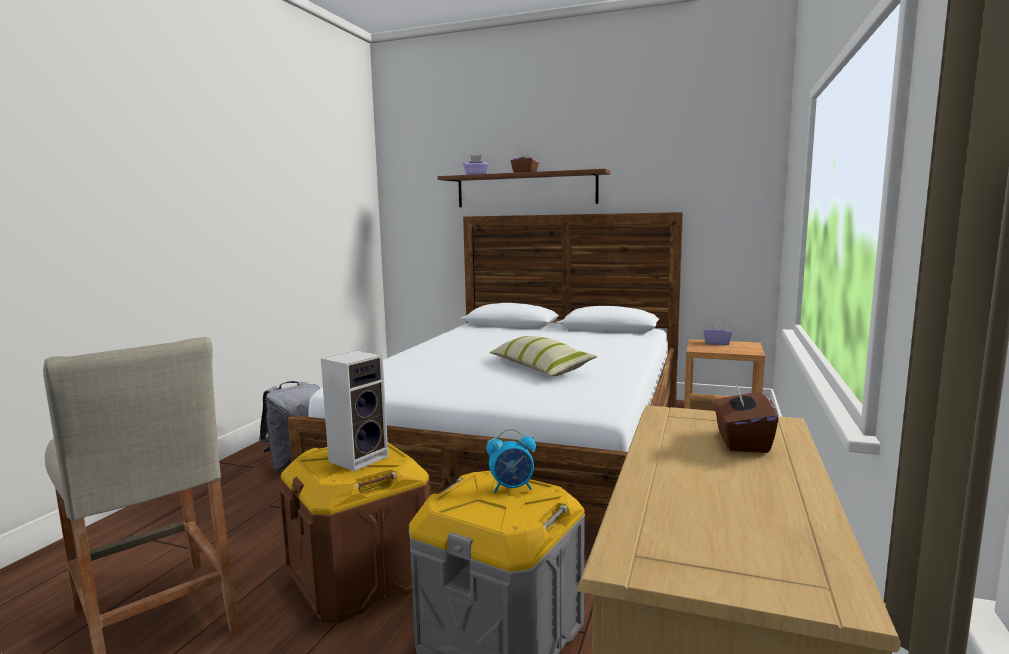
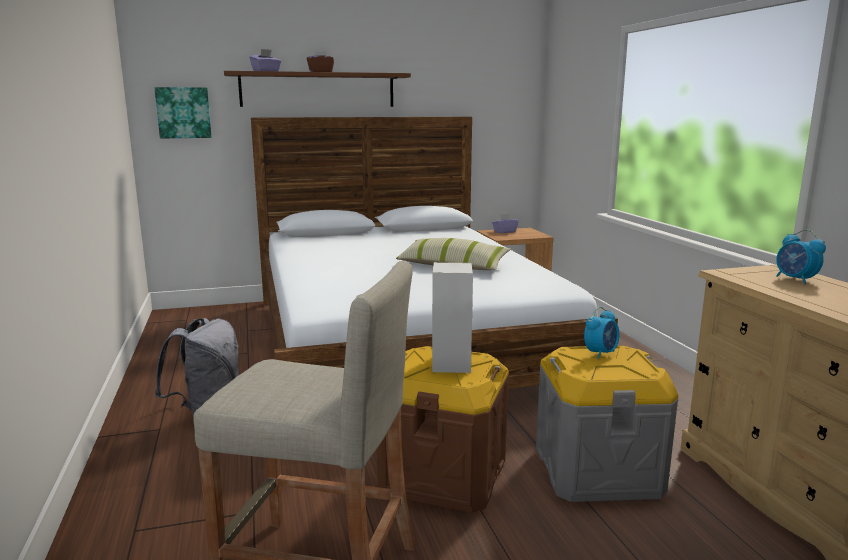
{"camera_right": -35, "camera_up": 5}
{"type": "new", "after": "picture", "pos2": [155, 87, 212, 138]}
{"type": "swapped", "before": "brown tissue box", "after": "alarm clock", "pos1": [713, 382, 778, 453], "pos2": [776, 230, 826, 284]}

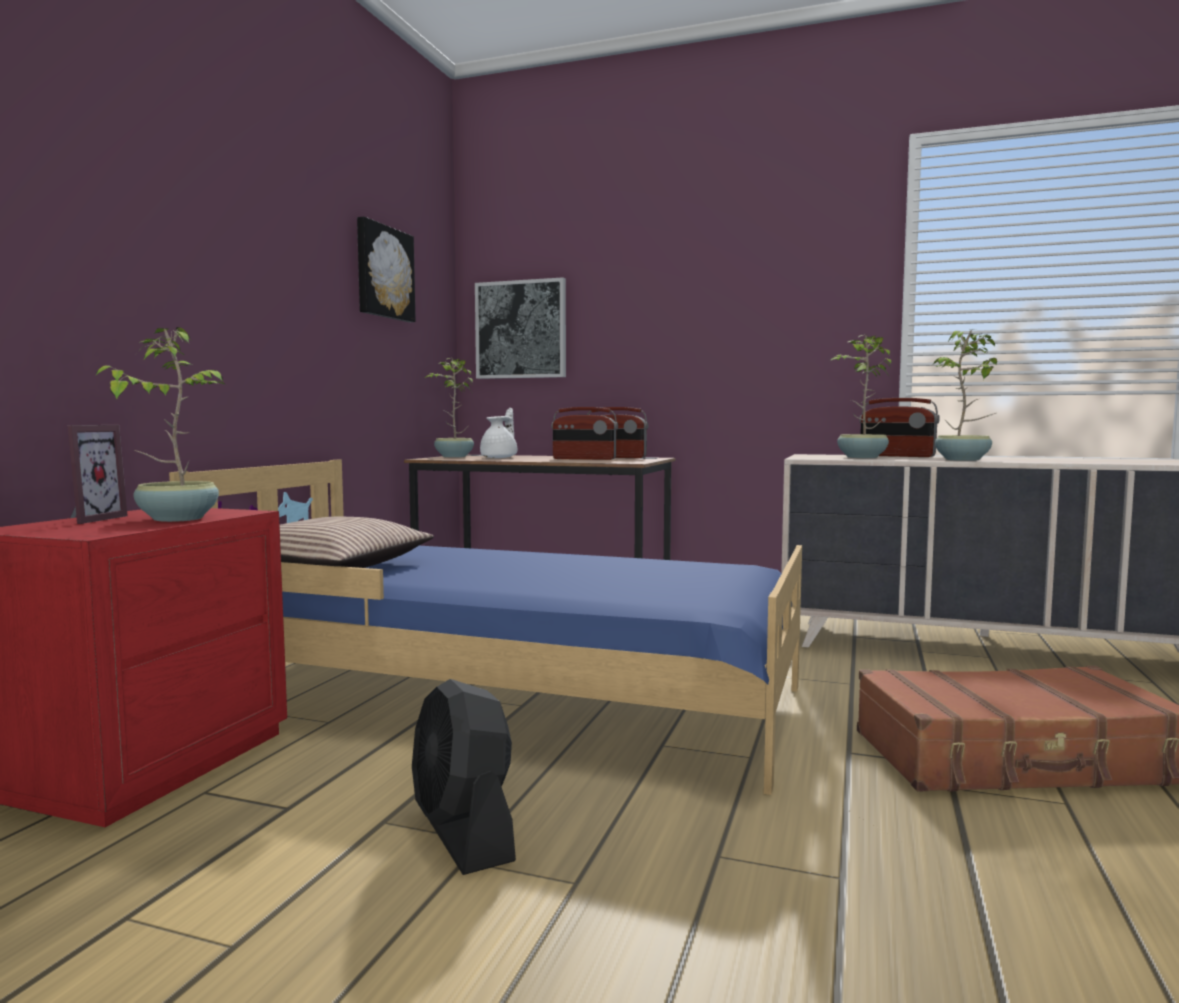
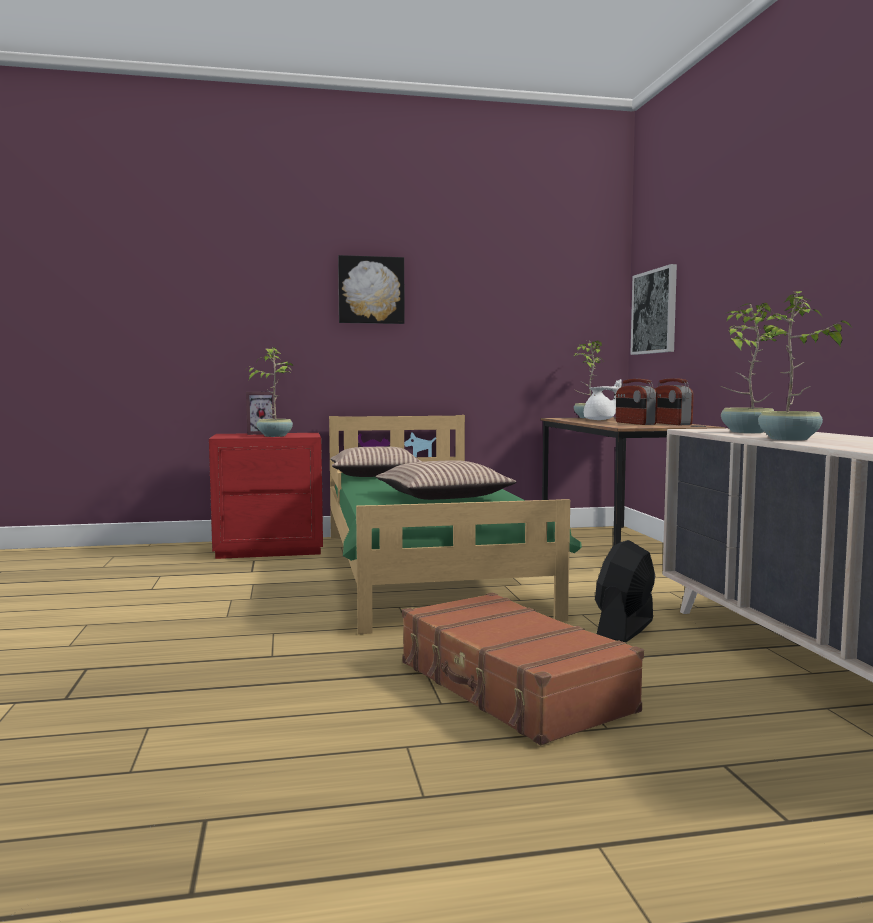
{"camera_right": 60, "camera_up": 0}
{"type": "gone", "before": "radio", "pos1": [859, 398, 940, 457]}
{"type": "new", "after": "pillow", "pos2": [376, 460, 516, 500]}
{"type": "shifted", "before": "picture", "pos1": [357, 217, 416, 322], "pos2": [338, 255, 405, 324]}
{"type": "shifted", "before": "black fan", "pos1": [412, 679, 516, 875], "pos2": [595, 540, 655, 642]}
{"type": "repainted", "before": "blue bed", "after": "green bed", "pos1": [169, 459, 802, 795], "pos2": [329, 415, 582, 634]}

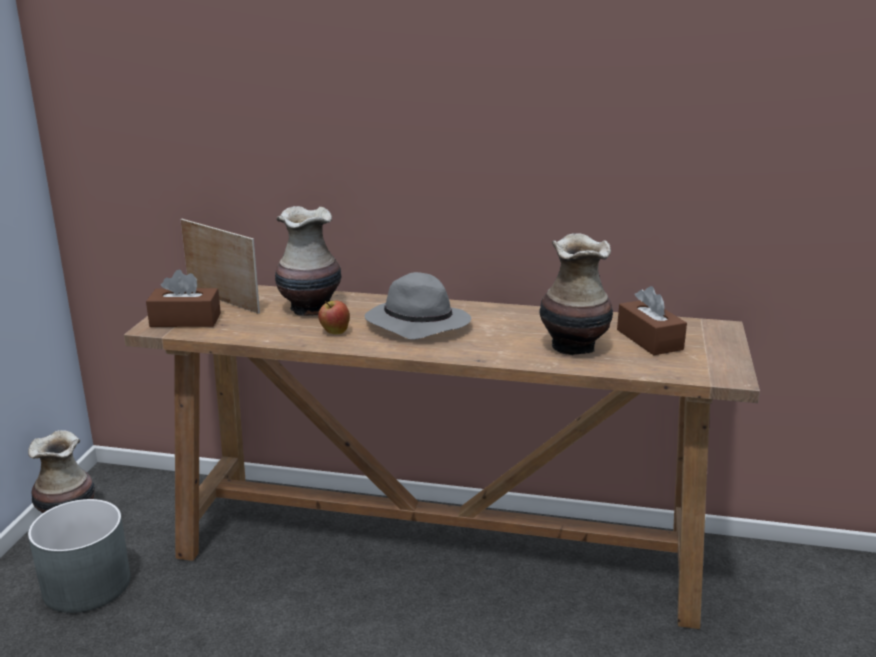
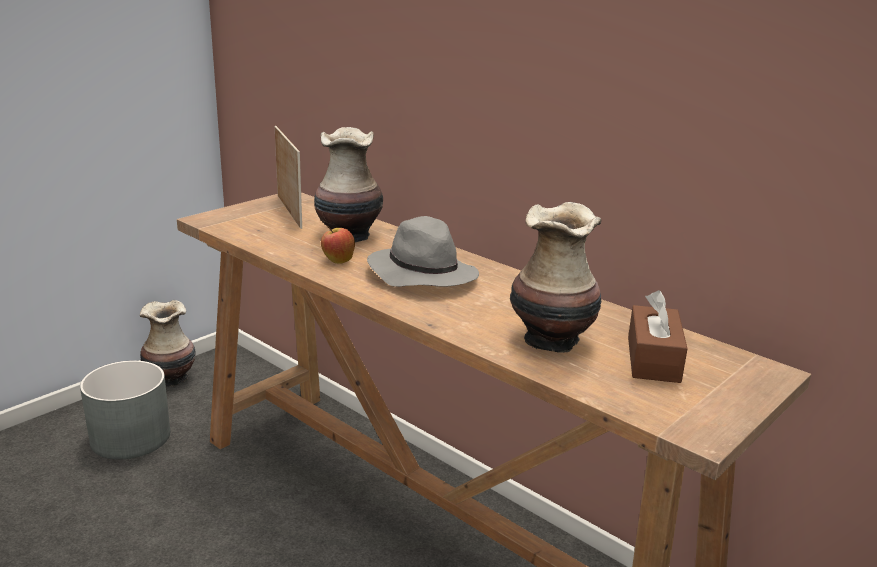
{"camera_right": 30, "camera_up": 0}
{"type": "gone", "before": "brown tissue box", "pos1": [146, 270, 221, 327]}

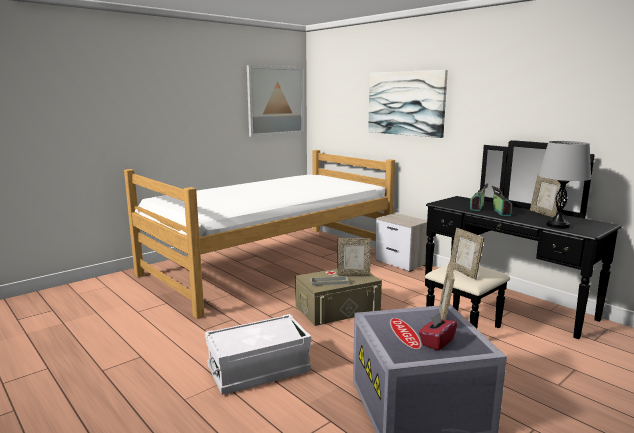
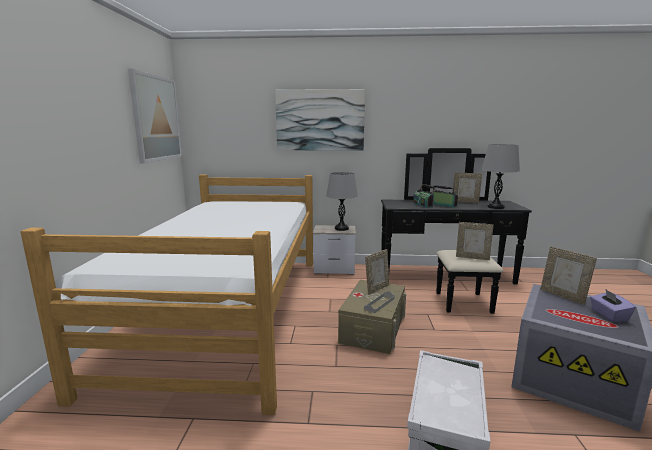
{"camera_right": -45, "camera_up": 0}
{"type": "new", "after": "grey table lamp", "pos2": [326, 172, 358, 231]}
{"type": "repainted", "before": "red tissue box", "after": "purple tissue box", "pos1": [419, 312, 457, 351], "pos2": [590, 289, 636, 322]}

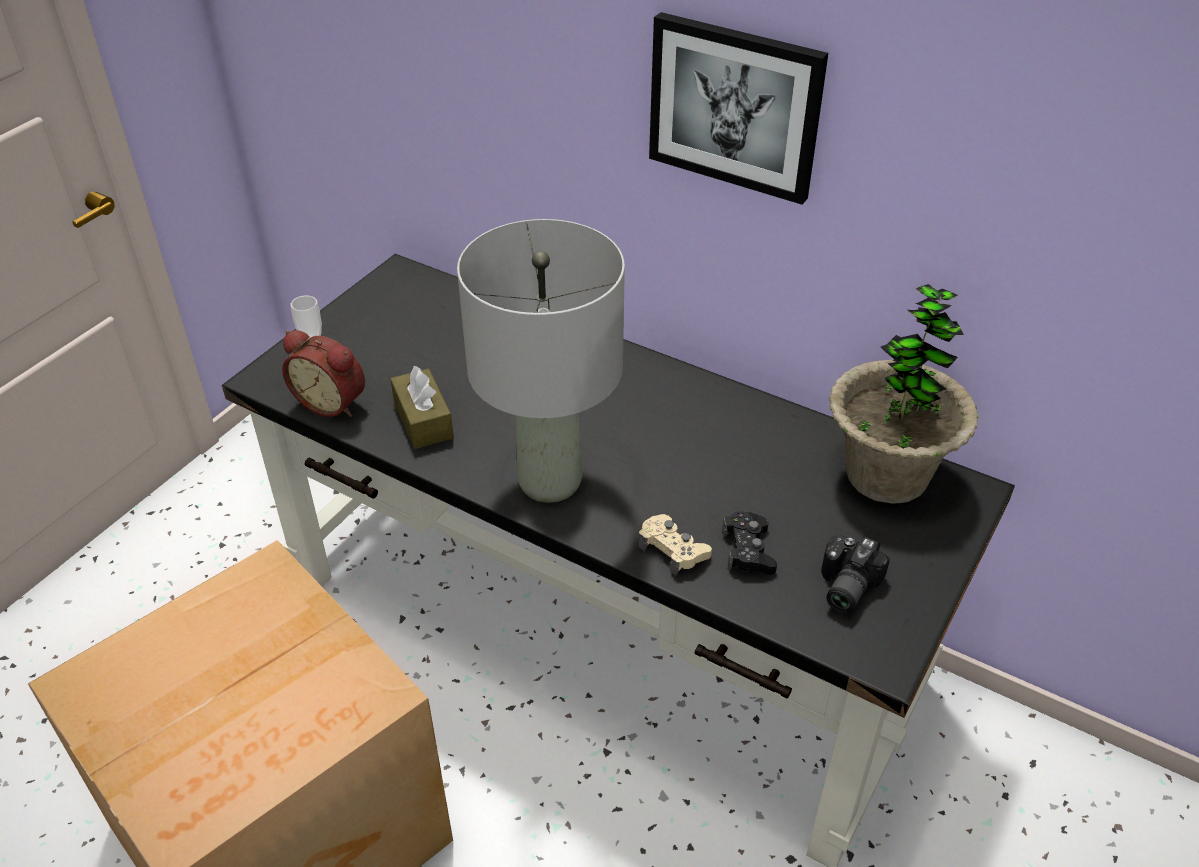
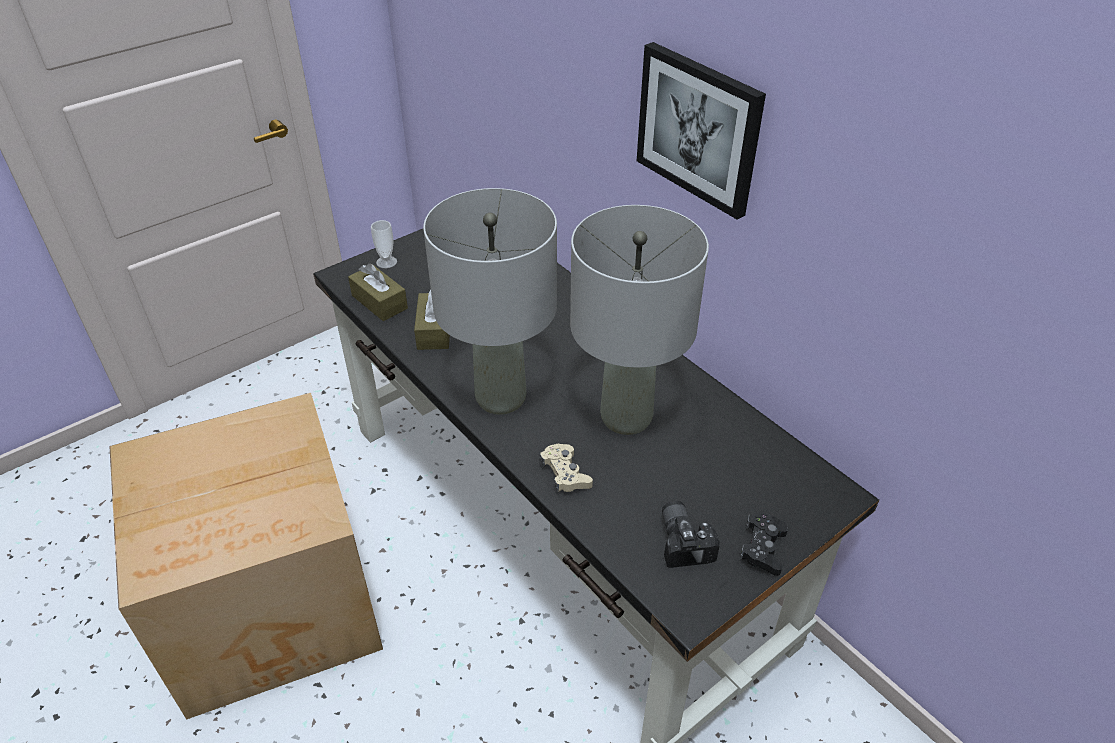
{"camera_right": 20, "camera_up": 0}
{"type": "gone", "before": "potted plant", "pos1": [829, 284, 979, 504]}
{"type": "new", "after": "grey table lamp", "pos2": [570, 205, 709, 435]}
{"type": "shifted", "before": "black game controller", "pos1": [722, 511, 777, 575], "pos2": [739, 513, 788, 576]}
{"type": "swapped", "before": "alarm clock", "after": "brown tissue box", "pos1": [282, 330, 365, 417], "pos2": [348, 263, 408, 321]}
{"type": "rotated", "before": "photo camera", "pos1": [821, 535, 890, 613], "pos2": [662, 501, 720, 568], "turn": 120}

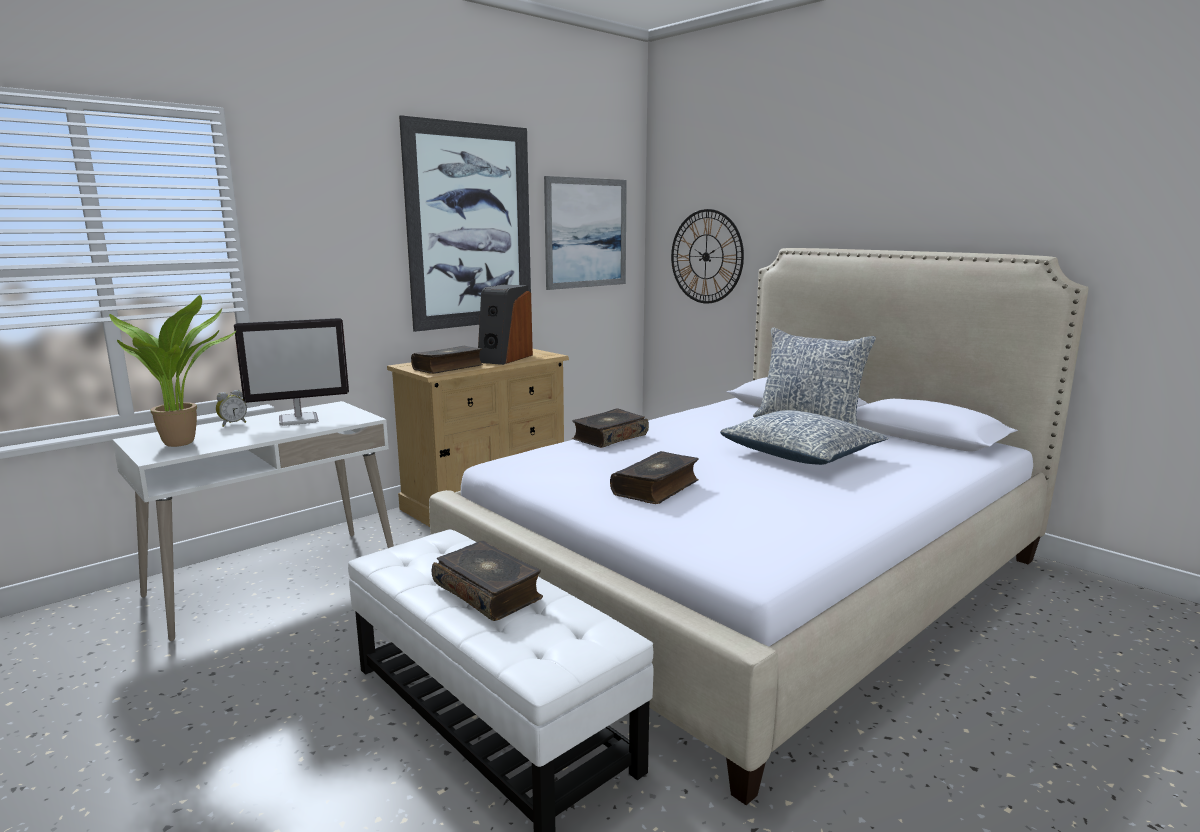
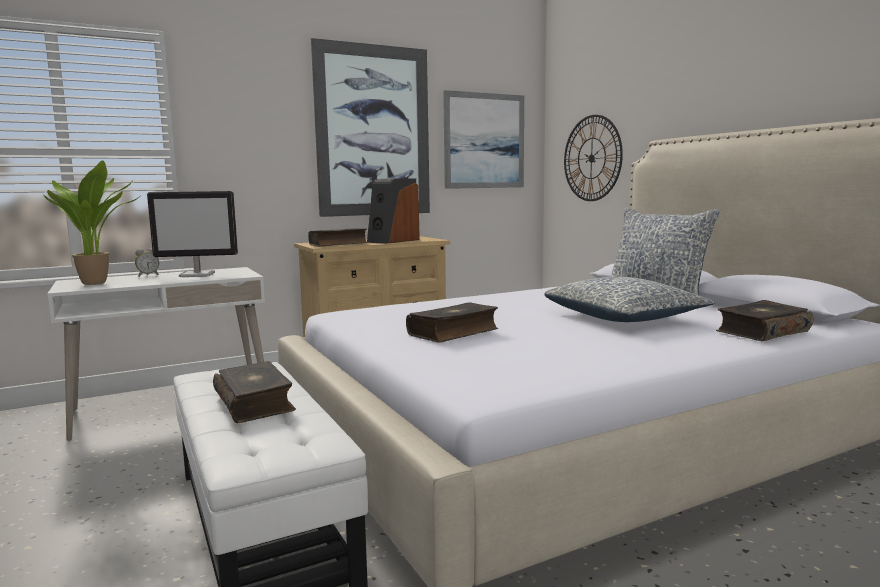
{"camera_right": 15, "camera_up": -5}
{"type": "shifted", "before": "book", "pos1": [572, 408, 649, 448], "pos2": [716, 300, 813, 341]}

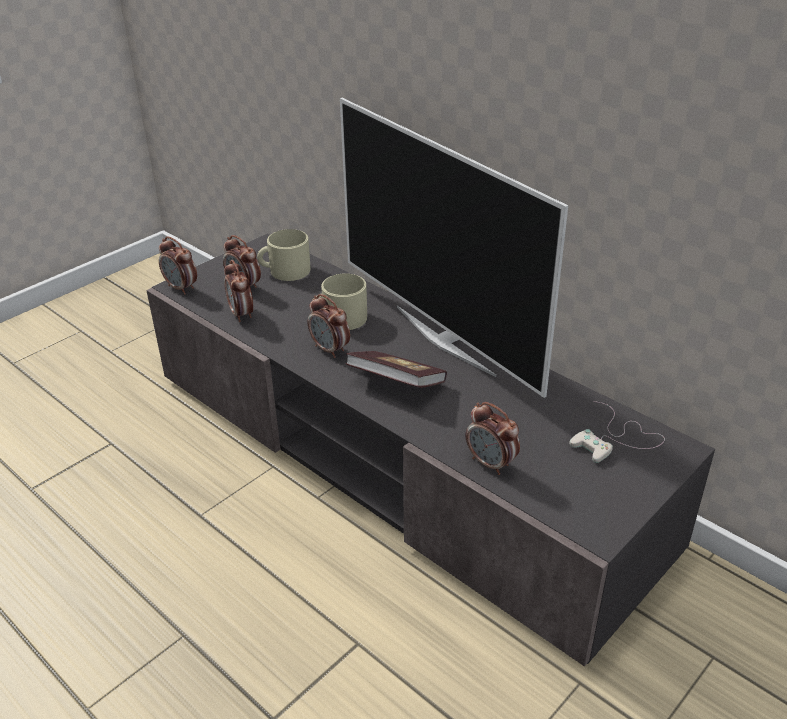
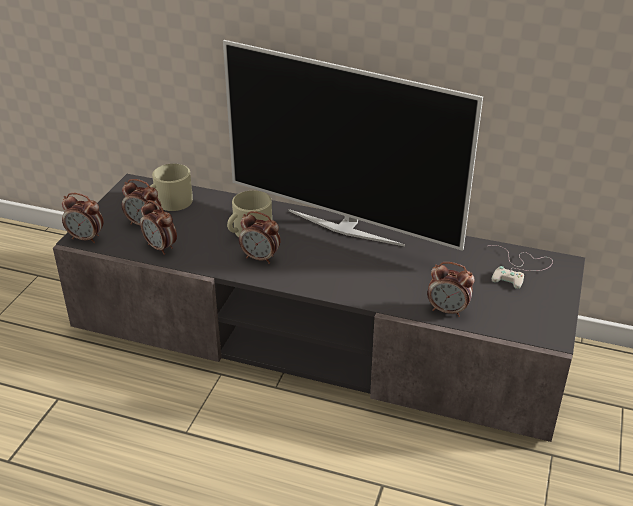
{"camera_right": -25, "camera_up": 0}
{"type": "gone", "before": "book", "pos1": [345, 351, 447, 388]}

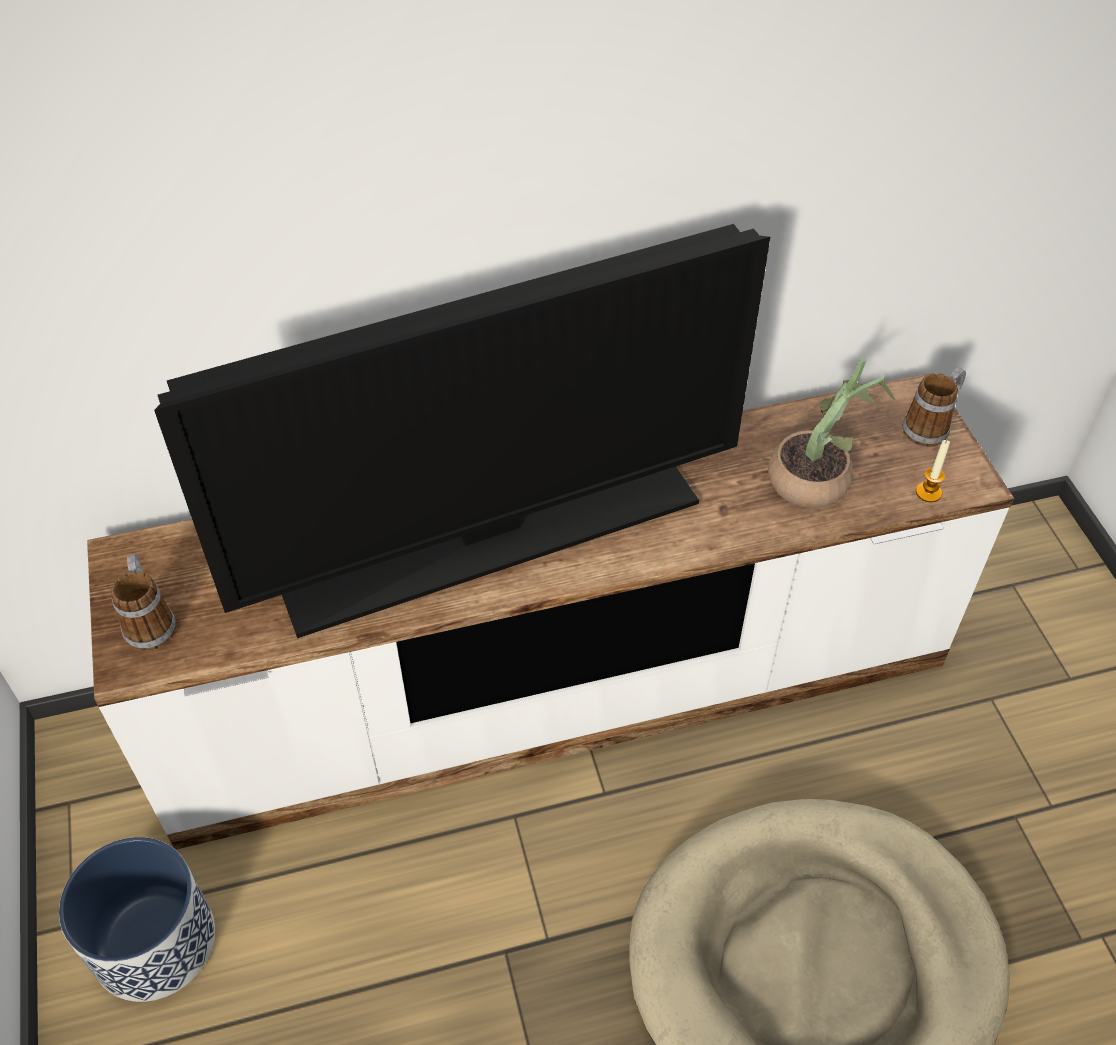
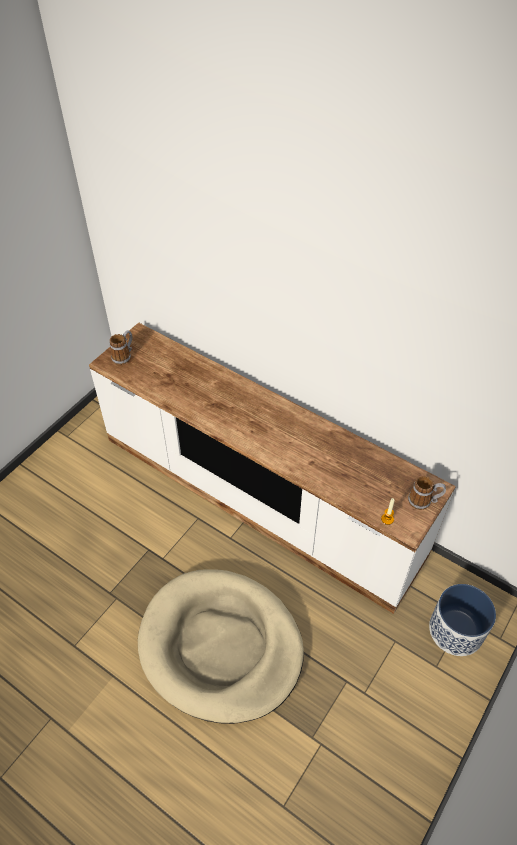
{"camera_right": 50, "camera_up": 0}
{"type": "gone", "before": "television", "pos1": [154, 224, 770, 638]}
{"type": "gone", "before": "potted plant", "pos1": [768, 358, 895, 508]}
{"type": "shifted", "before": "planter", "pos1": [59, 837, 215, 1002], "pos2": [429, 584, 496, 656]}

